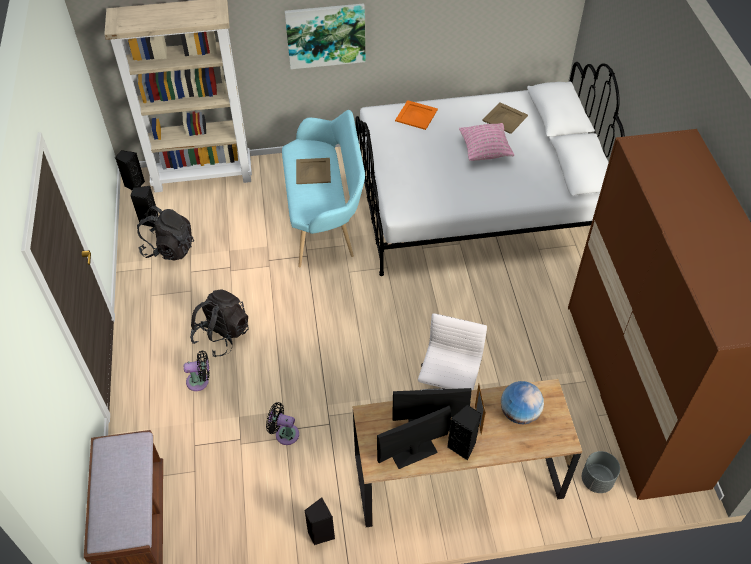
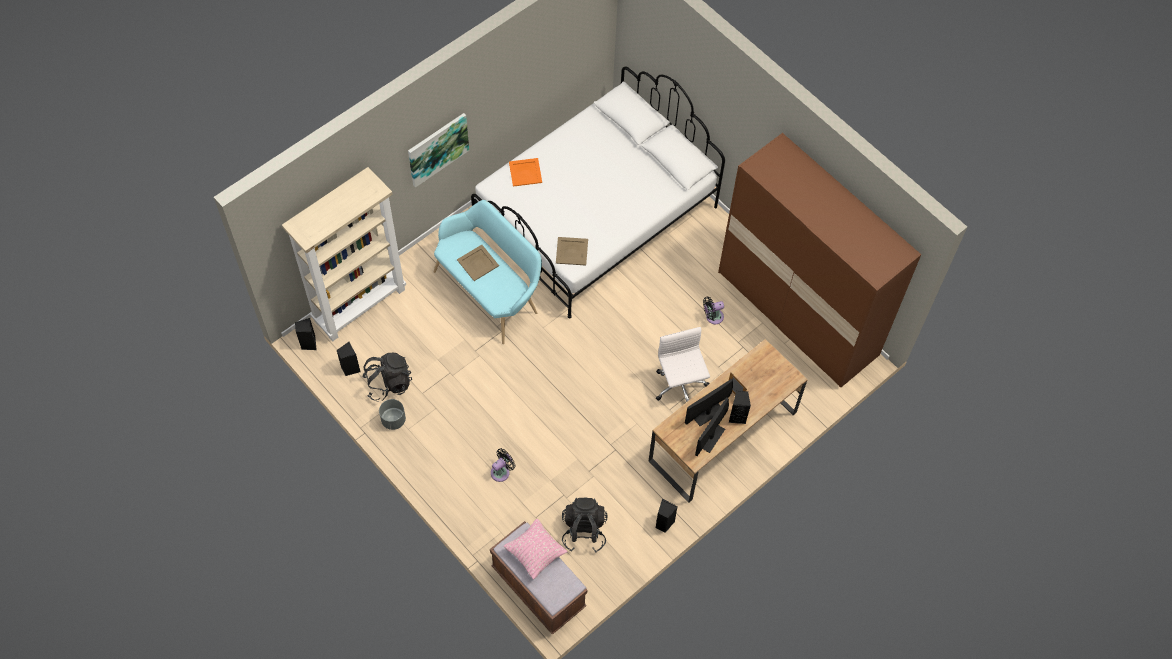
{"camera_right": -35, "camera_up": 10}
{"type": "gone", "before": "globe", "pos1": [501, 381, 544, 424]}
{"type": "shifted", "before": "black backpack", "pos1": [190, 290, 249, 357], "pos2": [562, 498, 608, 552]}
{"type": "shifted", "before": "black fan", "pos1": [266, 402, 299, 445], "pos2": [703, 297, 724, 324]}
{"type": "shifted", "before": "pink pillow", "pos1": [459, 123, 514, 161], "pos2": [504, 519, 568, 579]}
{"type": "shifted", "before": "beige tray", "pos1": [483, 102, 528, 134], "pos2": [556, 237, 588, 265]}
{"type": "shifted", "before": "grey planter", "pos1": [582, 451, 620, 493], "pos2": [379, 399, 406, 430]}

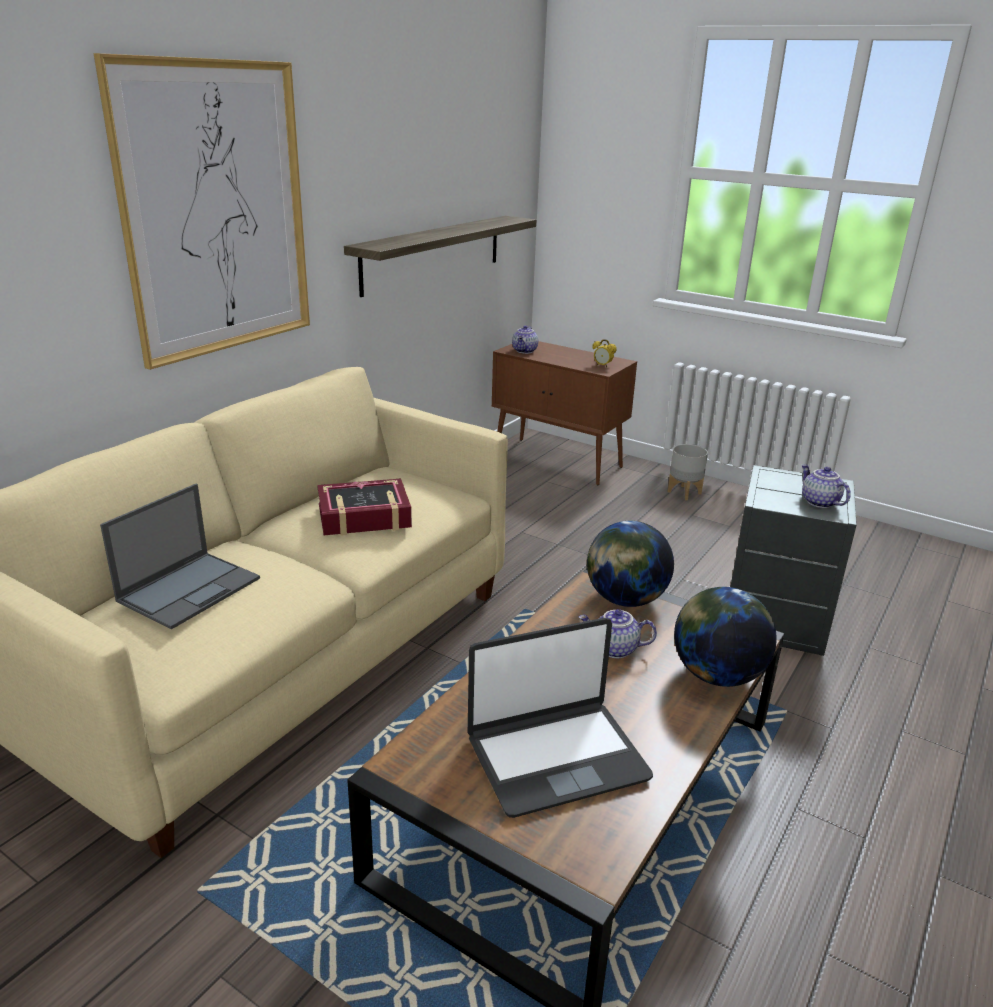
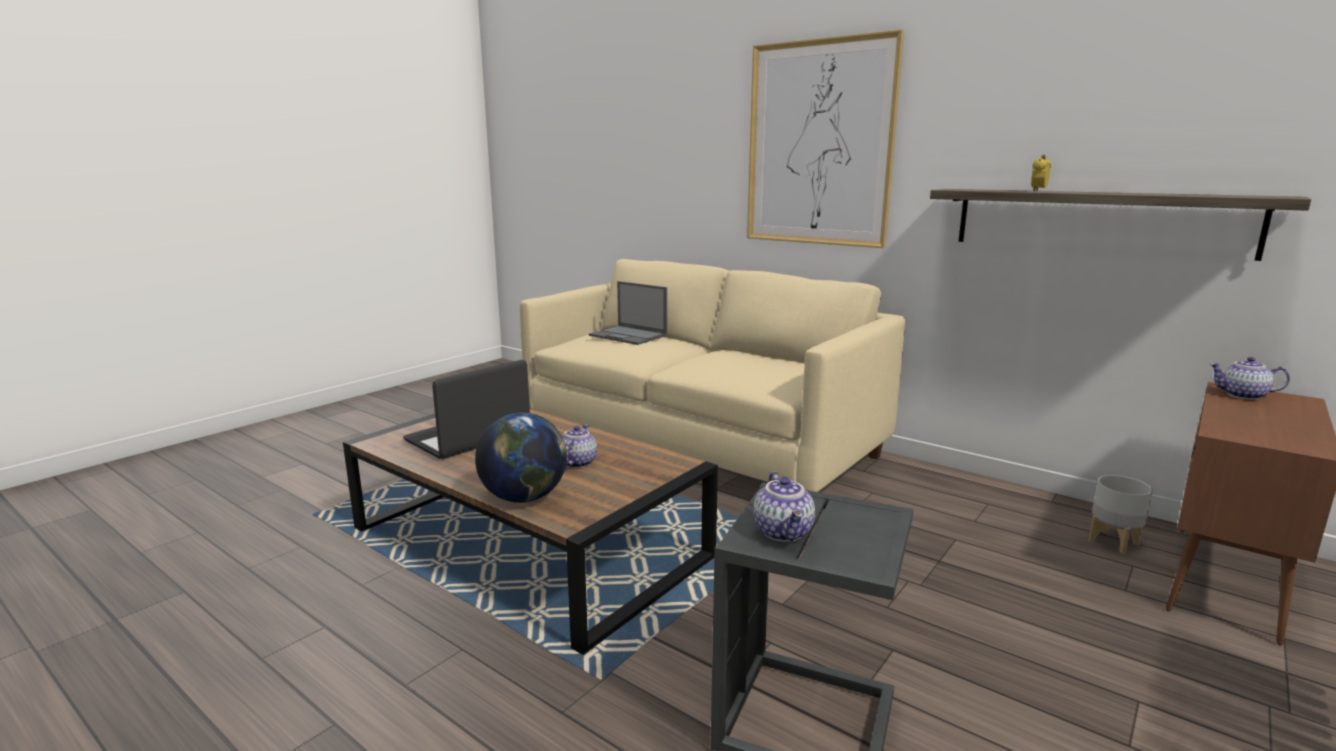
{"camera_right": 95, "camera_up": -10}
{"type": "gone", "before": "book", "pos1": [317, 479, 412, 536]}
{"type": "gone", "before": "globe", "pos1": [587, 521, 674, 607]}
{"type": "shifted", "before": "alarm clock", "pos1": [592, 339, 617, 368], "pos2": [1031, 154, 1052, 191]}
{"type": "shifted", "before": "grey planter", "pos1": [667, 444, 708, 500], "pos2": [1088, 475, 1153, 554]}
{"type": "rotated", "before": "laptop", "pos1": [468, 618, 653, 818], "pos2": [403, 360, 530, 459], "turn": 60}
{"type": "rotated", "before": "teapot", "pos1": [802, 464, 851, 508], "pos2": [753, 472, 815, 542], "turn": 105}

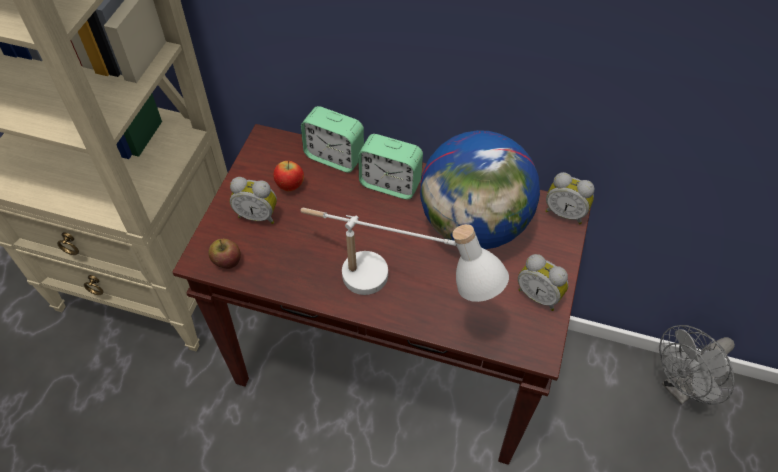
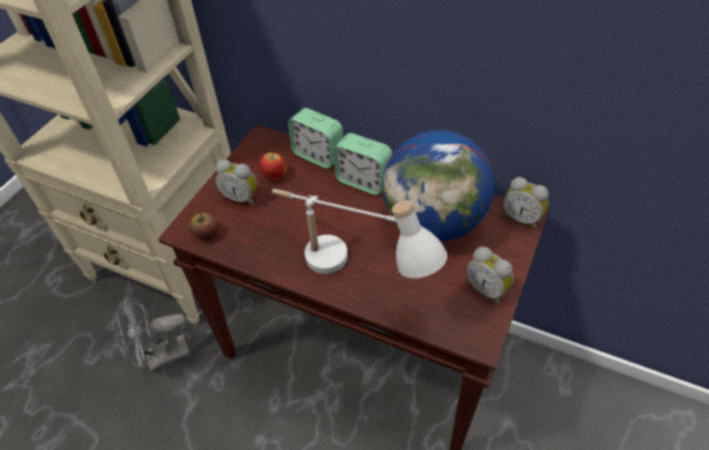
{"camera_right": 10, "camera_up": -5}
{"type": "shifted", "before": "grey fan", "pos1": [659, 325, 735, 405], "pos2": [114, 296, 190, 371]}

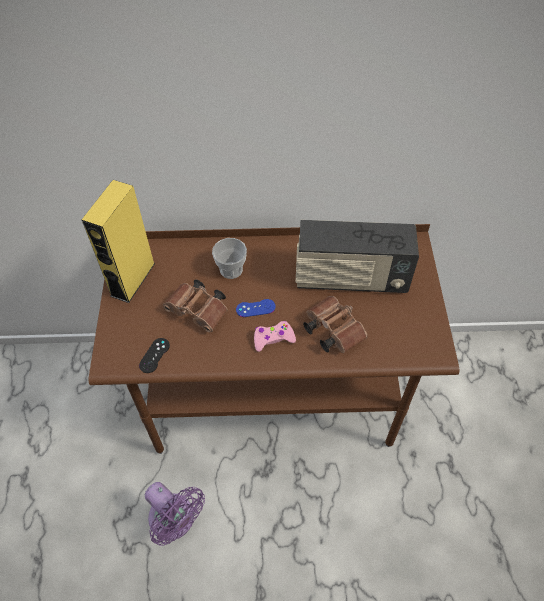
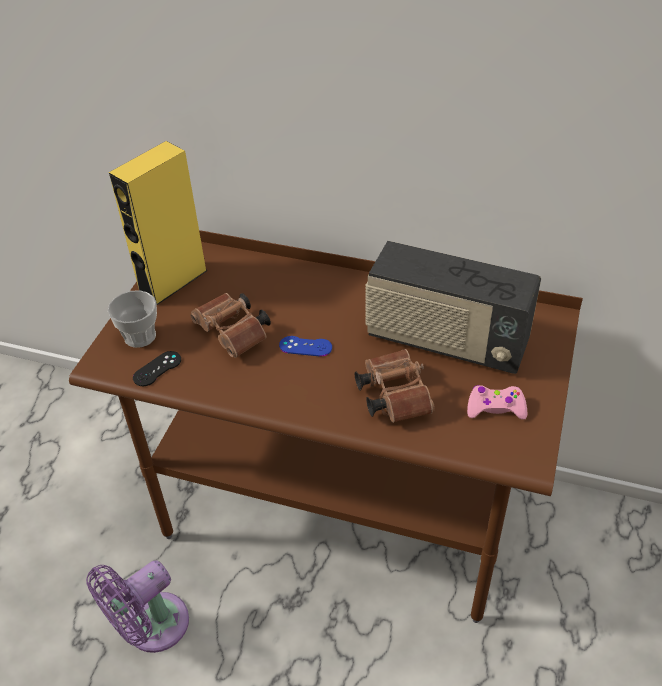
{"camera_right": 20, "camera_up": -10}
{"type": "shifted", "before": "cup", "pos1": [212, 238, 247, 279], "pos2": [108, 290, 157, 348]}
{"type": "shifted", "before": "pink game controller", "pos1": [254, 321, 296, 352], "pos2": [467, 385, 527, 420]}
{"type": "rotated", "before": "purple fan", "pos1": [145, 482, 205, 546], "pos2": [86, 561, 189, 653], "turn": 75}

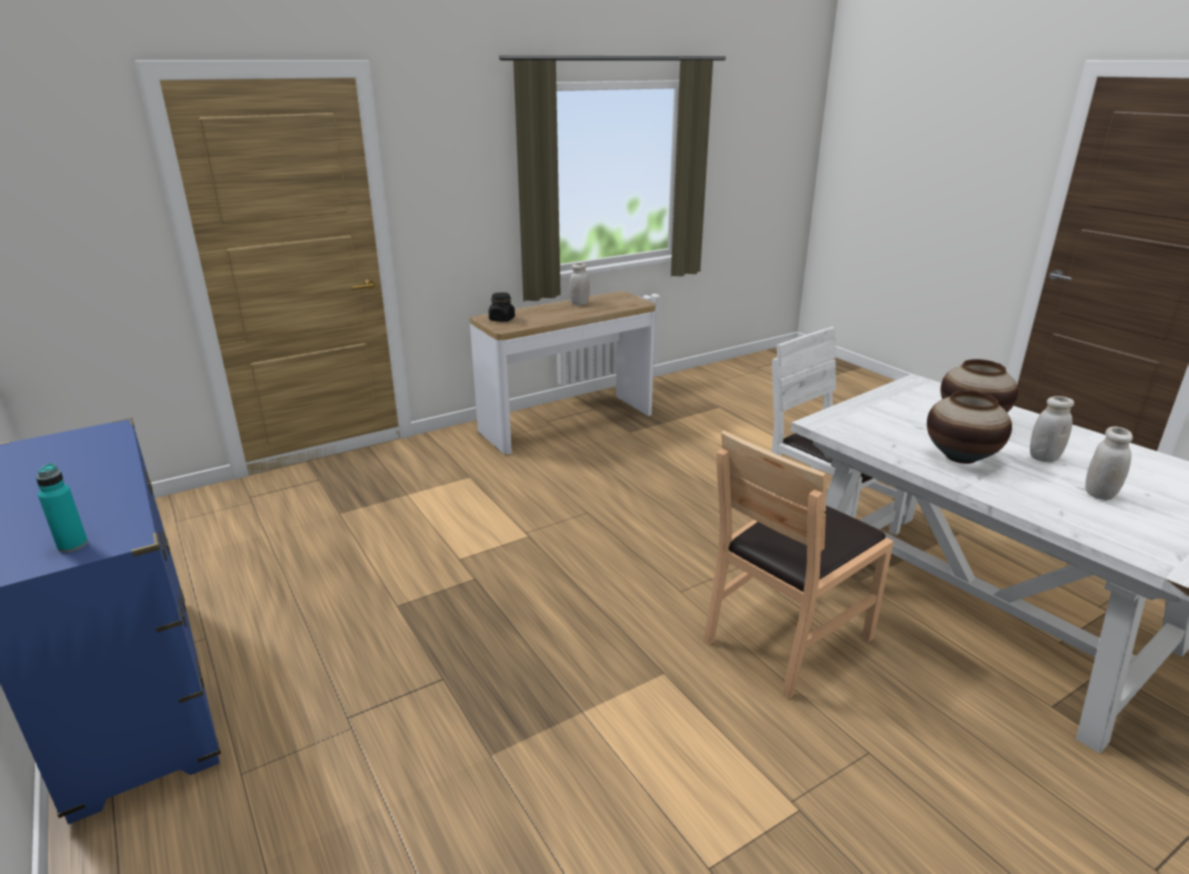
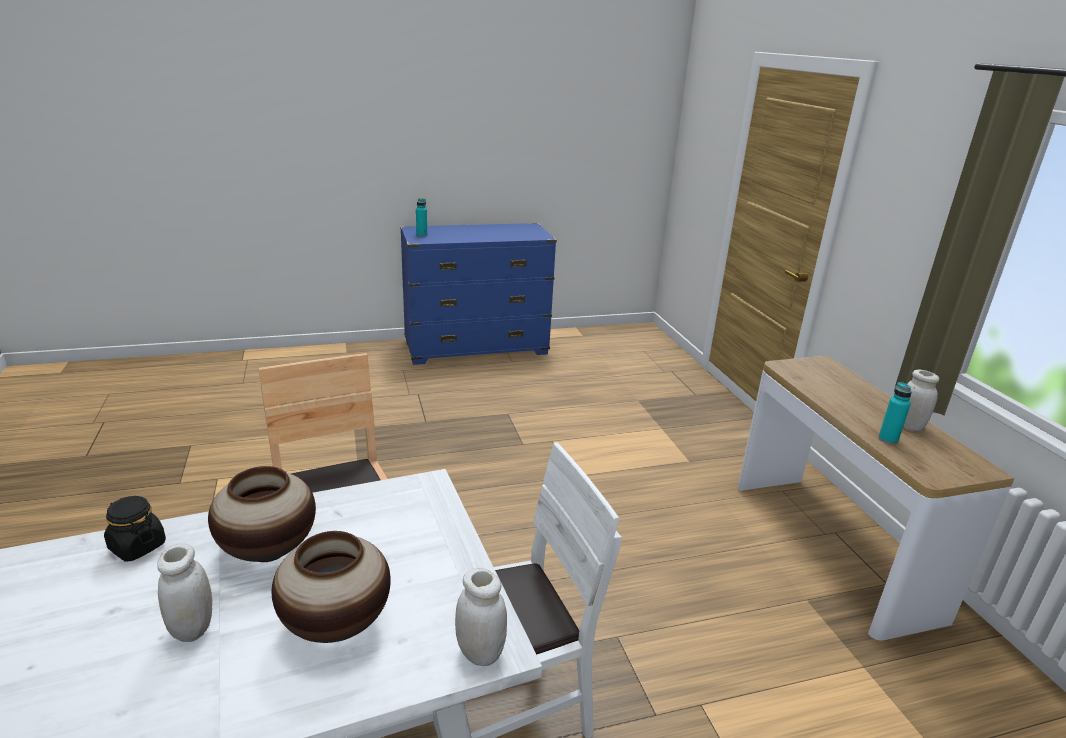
{"camera_right": 105, "camera_up": 0}
{"type": "new", "after": "turquoise bottle", "pos2": [878, 382, 912, 444]}
{"type": "shifted", "before": "black jar", "pos1": [489, 292, 515, 322], "pos2": [104, 496, 166, 562]}
{"type": "shifted", "before": "white jar", "pos1": [1085, 427, 1133, 501], "pos2": [455, 568, 507, 666]}

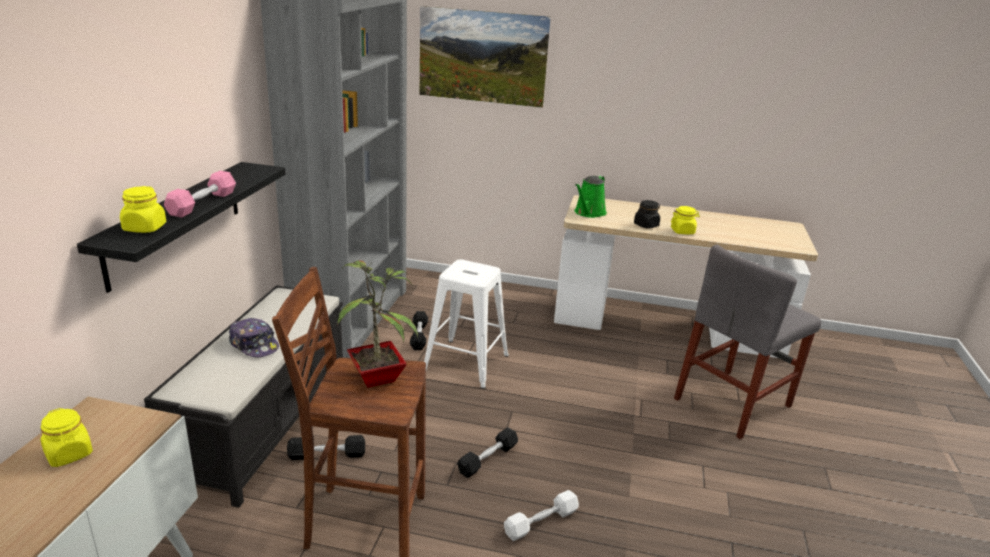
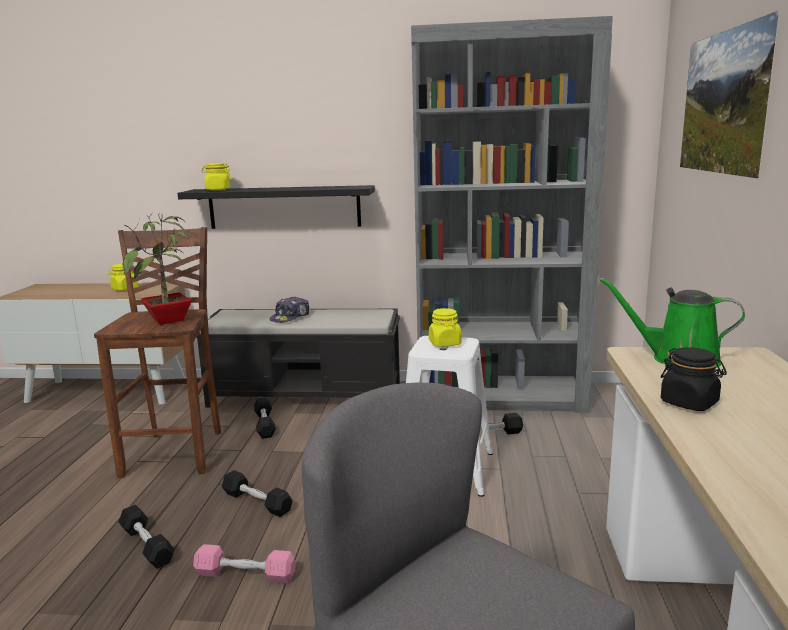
{"camera_right": 85, "camera_up": -10}
{"type": "shifted", "before": "pink dumbbell", "pos1": [164, 171, 236, 217], "pos2": [193, 544, 296, 583]}
{"type": "shifted", "before": "yellow jar", "pos1": [671, 206, 700, 234], "pos2": [429, 308, 462, 347]}
{"type": "repainted", "before": "white dumbbell", "after": "black dumbbell", "pos1": [504, 490, 579, 541], "pos2": [119, 505, 175, 569]}

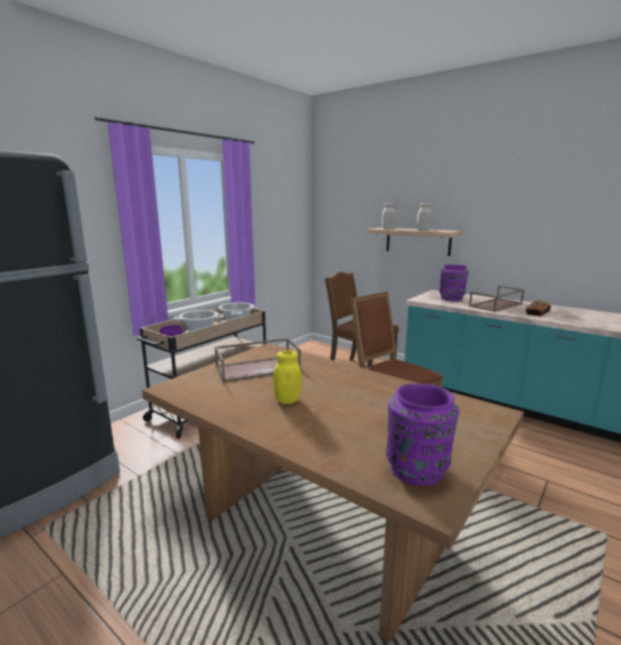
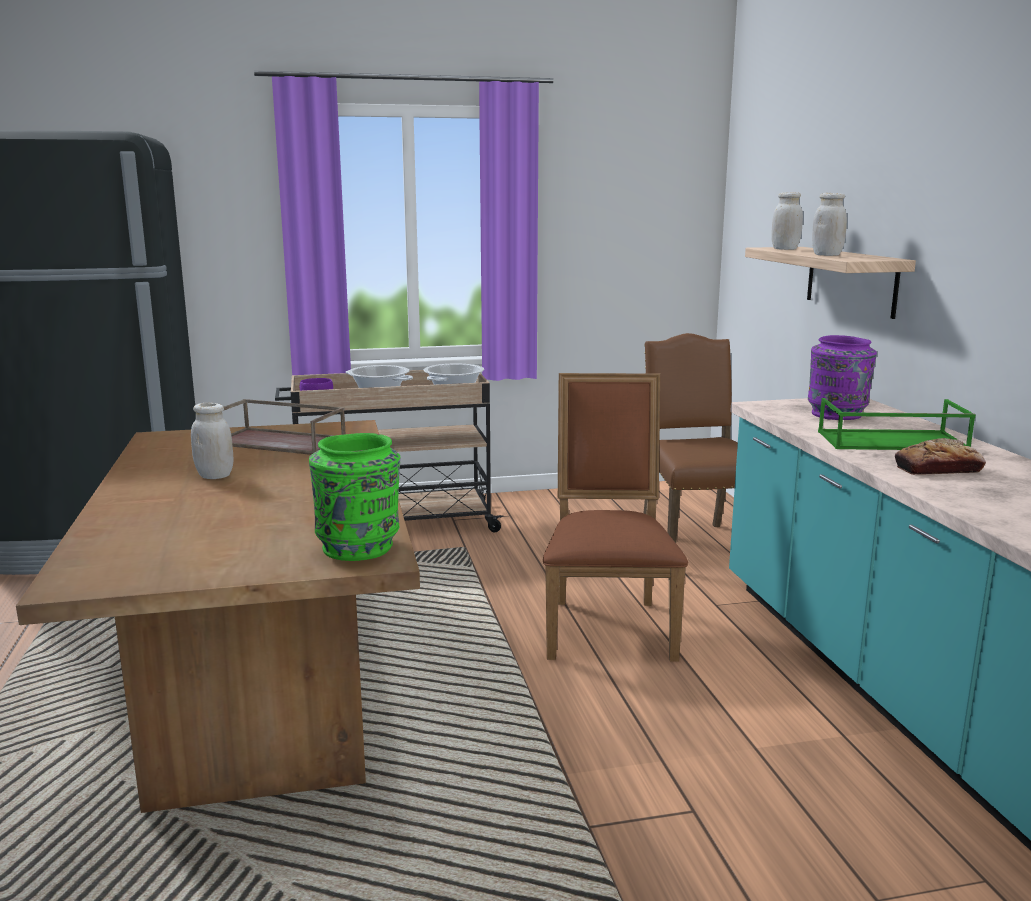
{"camera_right": 40, "camera_up": 0}
{"type": "gone", "before": "purple vase", "pos1": [386, 384, 459, 486]}
{"type": "new", "after": "green vase", "pos2": [309, 433, 400, 561]}
{"type": "repainted", "before": "yellow jar", "after": "white jar", "pos1": [273, 351, 302, 404], "pos2": [191, 403, 233, 479]}
{"type": "repainted", "before": "brown tray", "after": "green tray", "pos1": [469, 286, 524, 312], "pos2": [818, 398, 976, 450]}

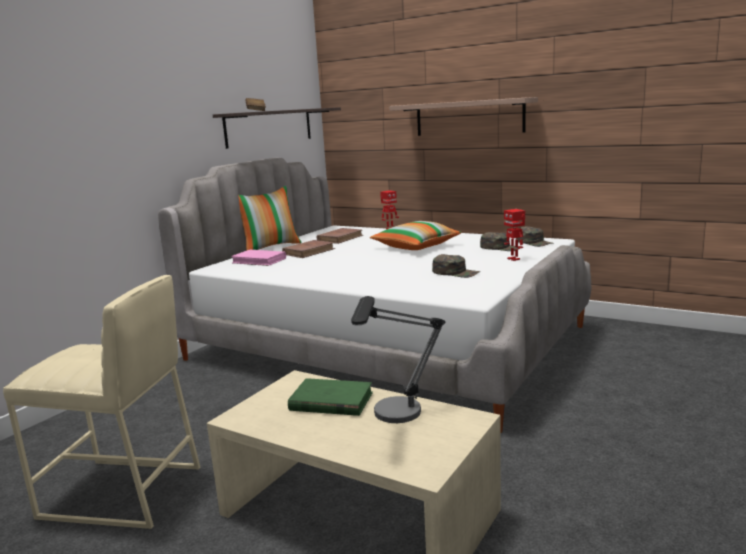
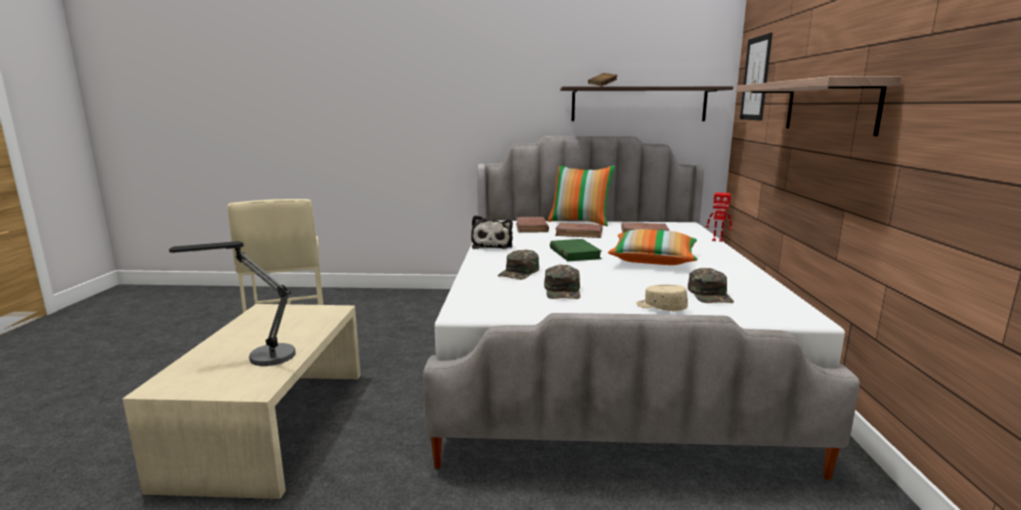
{"camera_right": 60, "camera_up": 0}
{"type": "new", "after": "plush toy", "pos2": [471, 215, 513, 249]}
{"type": "new", "after": "picture", "pos2": [740, 33, 772, 121]}
{"type": "shifted", "before": "green book", "pos1": [288, 378, 373, 416], "pos2": [550, 239, 602, 261]}
{"type": "shifted", "before": "green cap", "pos1": [516, 226, 552, 247], "pos2": [498, 250, 539, 280]}
{"type": "swapped", "before": "toy robot", "after": "beige cap", "pos1": [504, 209, 525, 261], "pos2": [636, 285, 688, 311]}
{"type": "repainted", "before": "pink book", "after": "brown book", "pos1": [231, 250, 286, 266], "pos2": [516, 217, 549, 232]}

